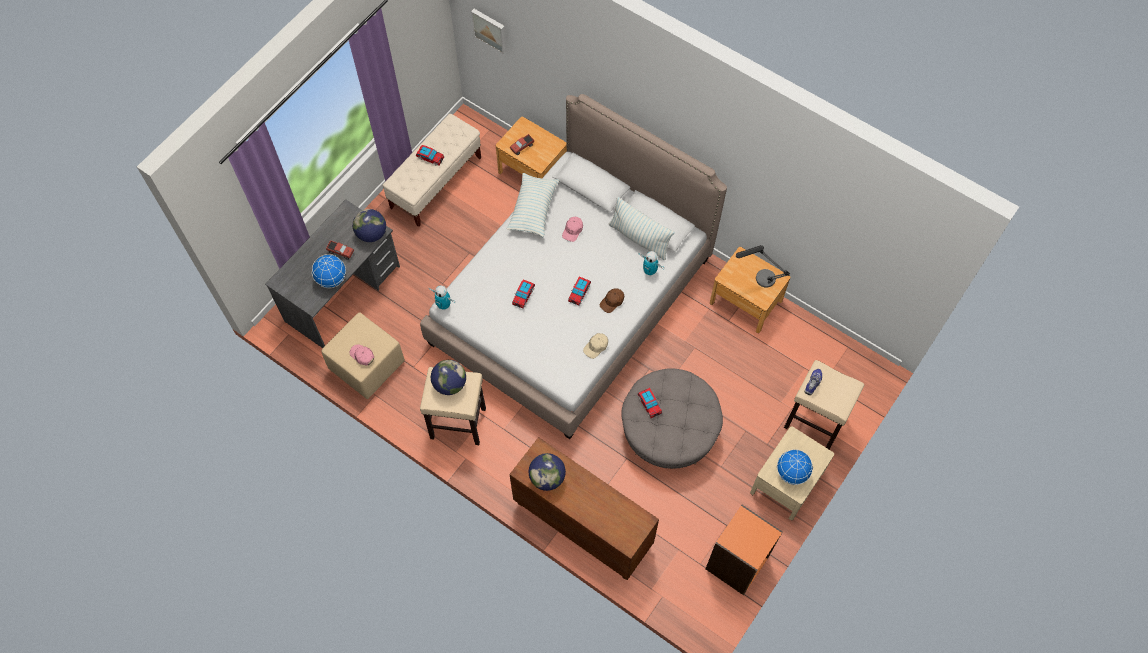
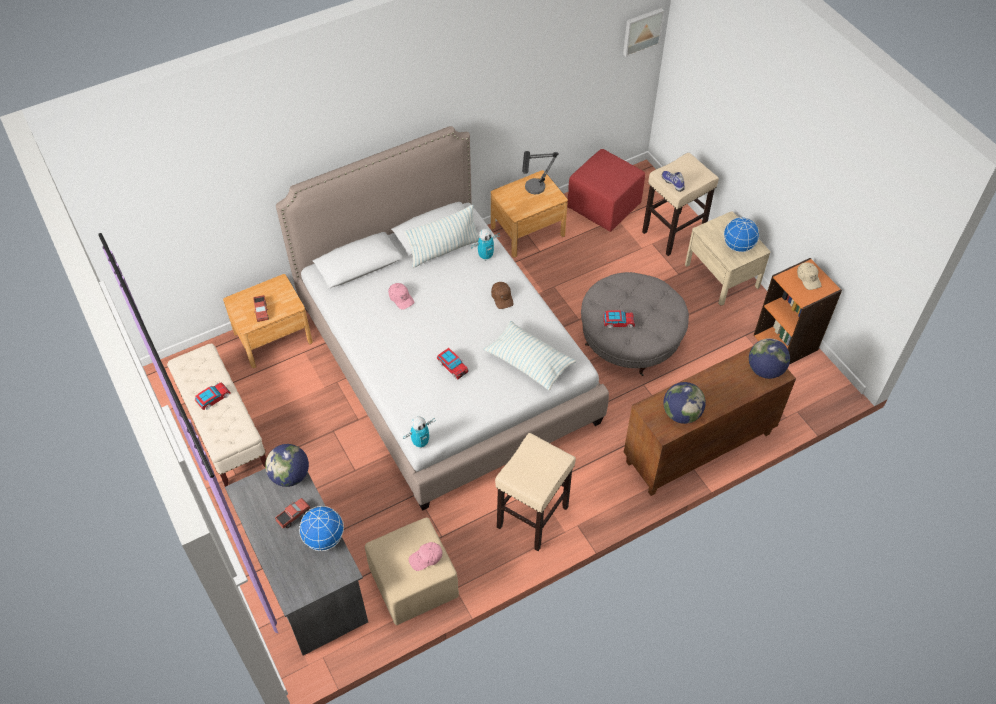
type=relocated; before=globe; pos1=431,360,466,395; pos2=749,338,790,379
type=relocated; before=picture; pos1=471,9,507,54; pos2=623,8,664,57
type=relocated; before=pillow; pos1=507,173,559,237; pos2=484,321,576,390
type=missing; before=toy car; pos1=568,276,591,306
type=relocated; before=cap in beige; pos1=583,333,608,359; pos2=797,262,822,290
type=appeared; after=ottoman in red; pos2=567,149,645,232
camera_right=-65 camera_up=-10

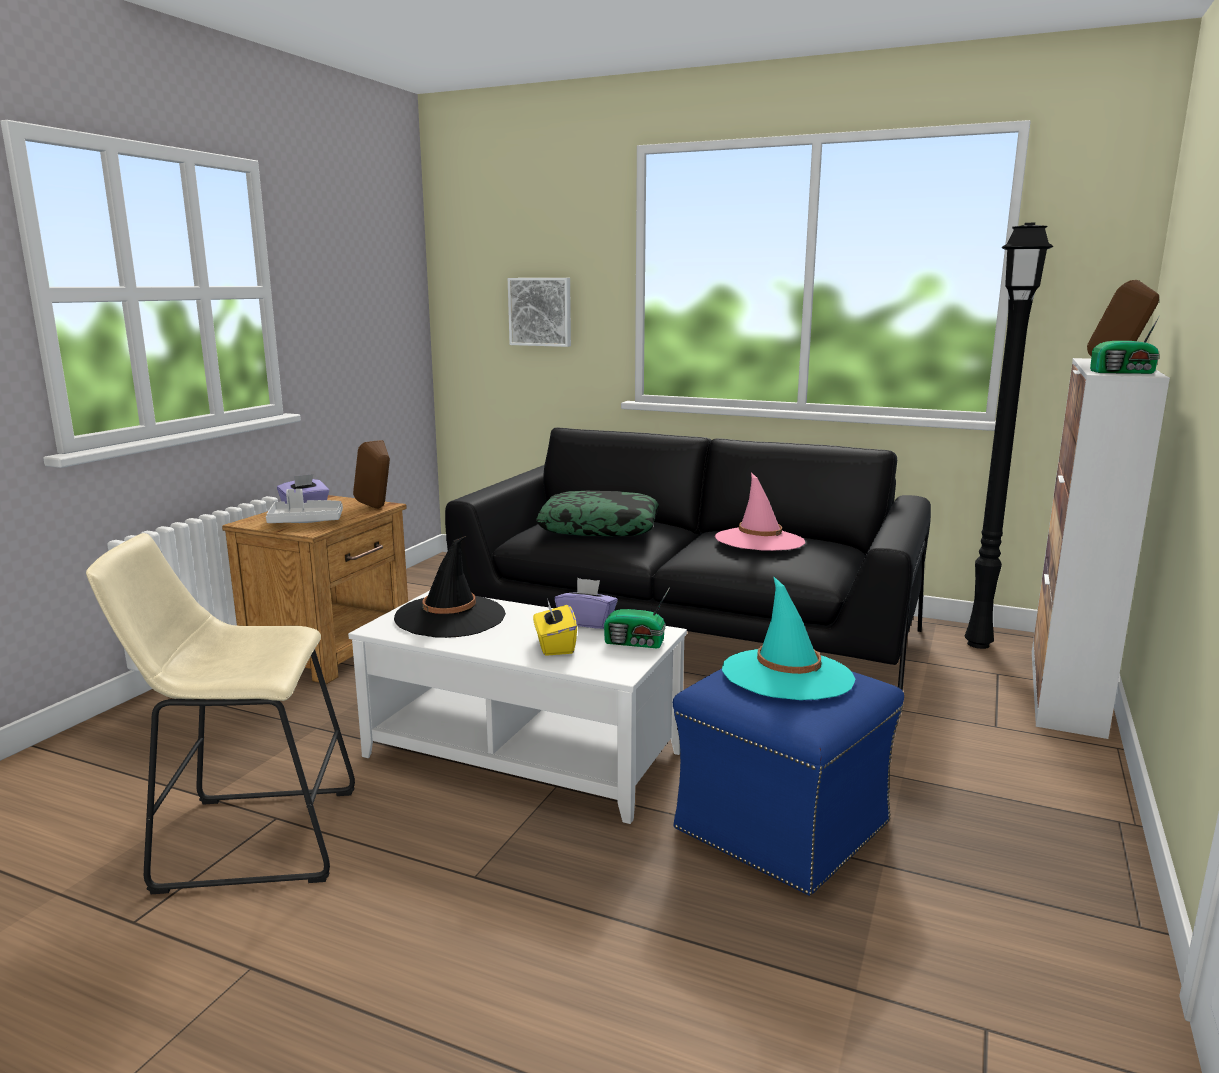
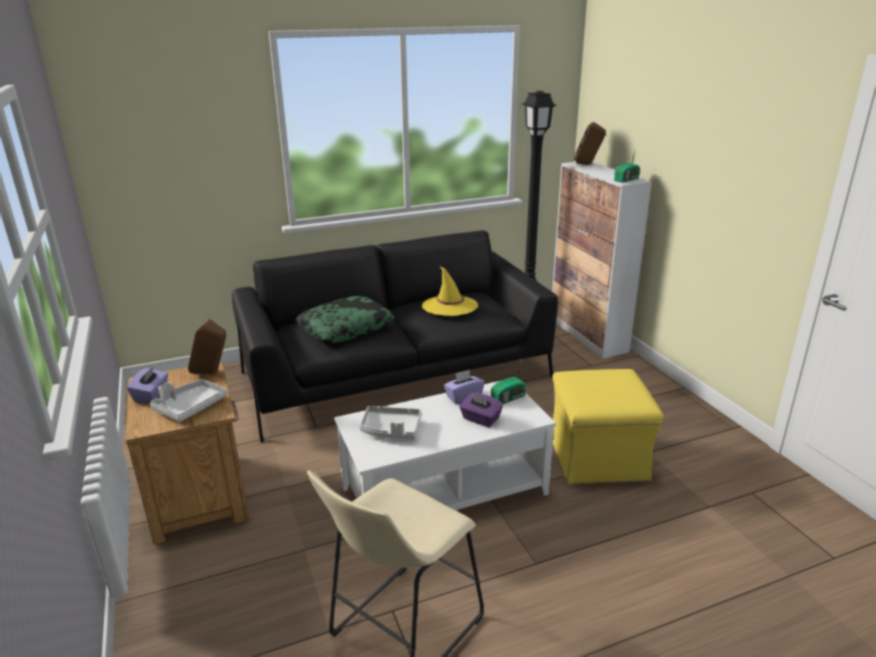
type=exchanged; before=hat in black; after=tray in grey; pos1=394,536,506,638; pos2=360,406,422,439
type=missing; before=picture; pos1=508,278,571,347
type=colour; before=tissue box in yellow; after=tissue box in purple; pos1=533,598,577,656; pos2=459,392,503,427
type=colour; before=ottoman in blue; after=ottoman in yellow; pos1=673,668,904,896; pos2=552,369,664,485
type=colour; before=hat in pink; after=hat in yellow; pos1=715,473,805,551; pos2=422,266,478,316
type=missing; before=hat in turquoise; pos1=722,576,855,700
camera_right=-45 camera_up=10

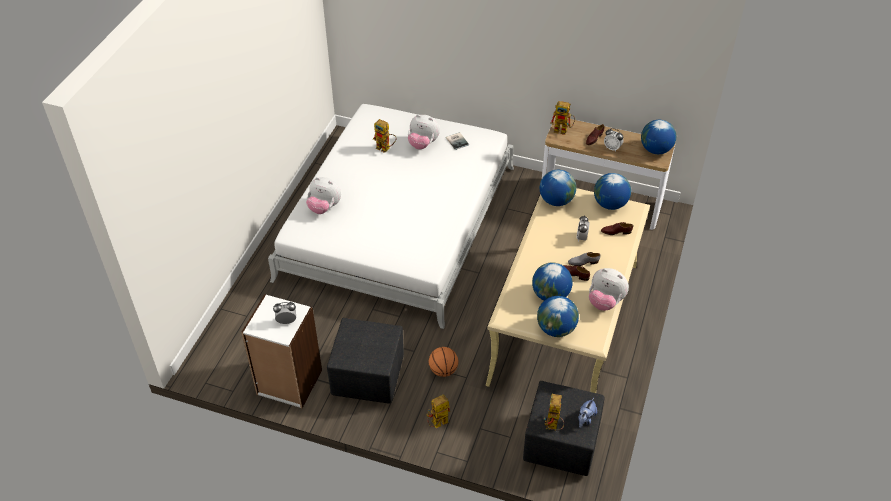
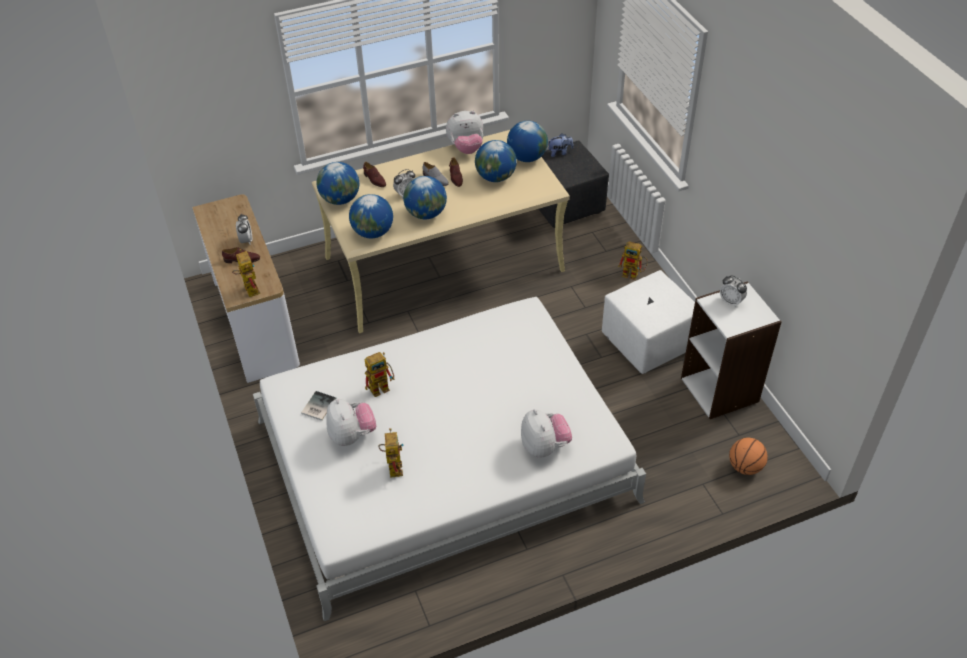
type=colour; before=ottoman in black; after=ottoman in white; pos1=327,318,404,404; pos2=602,270,695,374
type=relocated; before=basketball; pos1=429,347,459,377; pos2=729,438,768,475
type=relocated; before=toy robot; pos1=544,394,564,430; pos2=365,352,395,397
type=spun; before=plush toy; pos1=589,268,629,311; pos2=446,111,483,154; turn=90
type=relocated; before=globe; pos1=641,120,676,154; pos2=403,176,447,219
camera_right=-130 camera_up=0

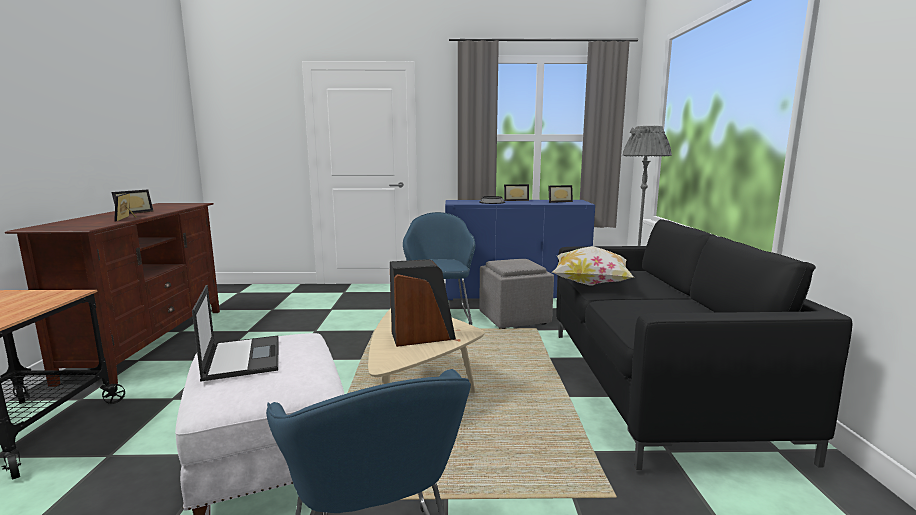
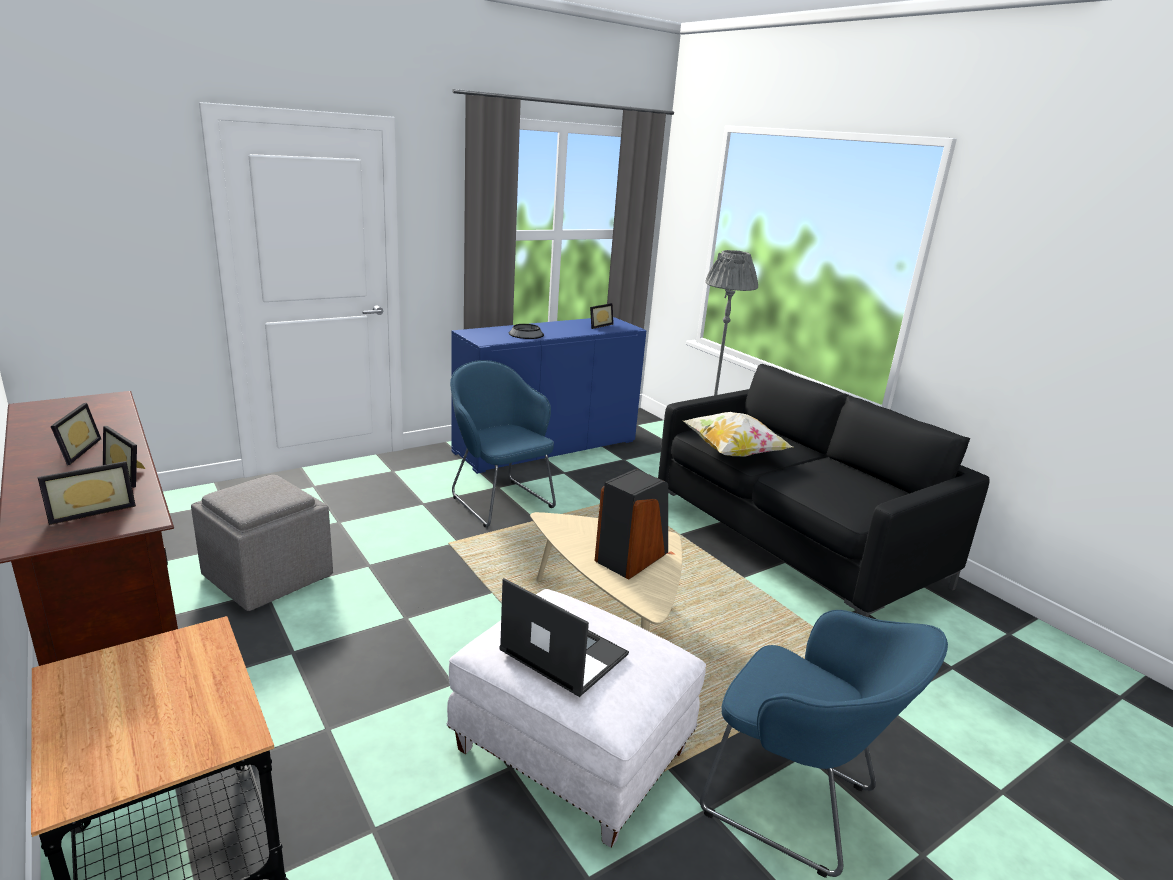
type=relocated; before=ottoman in grey; pos1=479,259,554,329; pos2=191,475,333,611
type=relocated; before=picture frame; pos1=504,184,529,201; pos2=38,461,136,525
camera_right=-35 camera_up=10

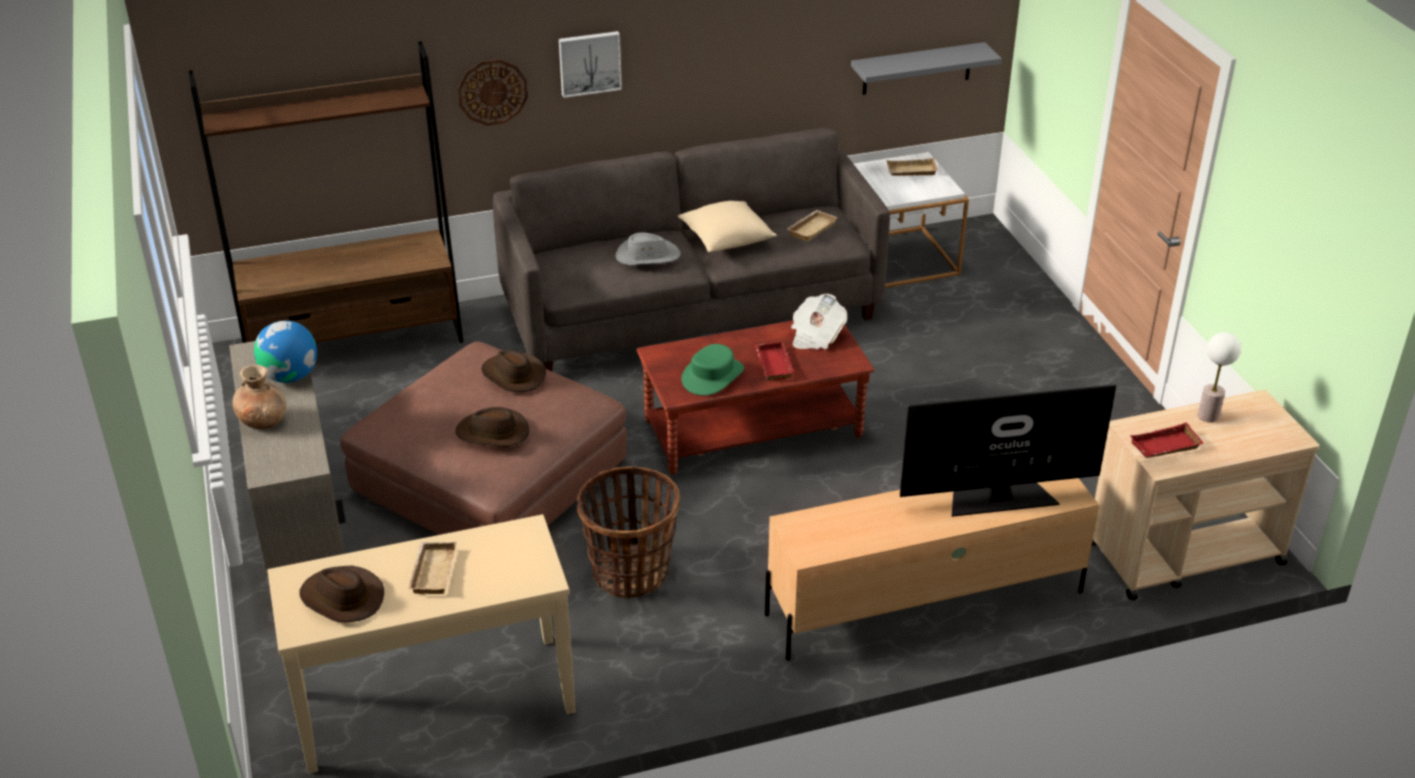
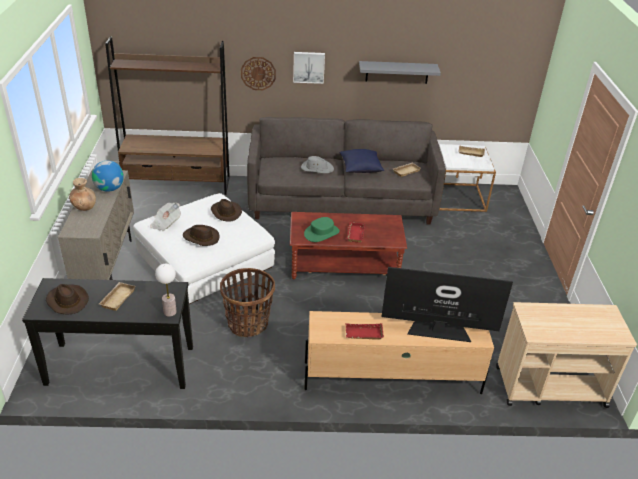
type=colour; before=console table in beige; after=console table in black; pos1=267,514,576,774; pos2=22,278,193,389
type=colour; before=ottoman in brown; after=ottoman in white; pos1=340,342,627,535; pos2=133,193,275,304
type=colour; before=pillow in beige; after=pillow in blue; pos1=677,201,777,252; pos2=339,149,384,173
type=relocated; before=newspaper; pos1=791,294,848,349; pos2=150,203,181,231
type=relocated; before=shelf in grey; pos1=851,42,1002,95; pos2=359,61,441,84
type=relocated; before=tray in red; pos1=1130,423,1204,458; pos2=345,323,384,340
type=relocated; before=table lamp; pos1=1198,332,1241,423; pos2=155,264,177,317
camera_right=15 camera_up=0

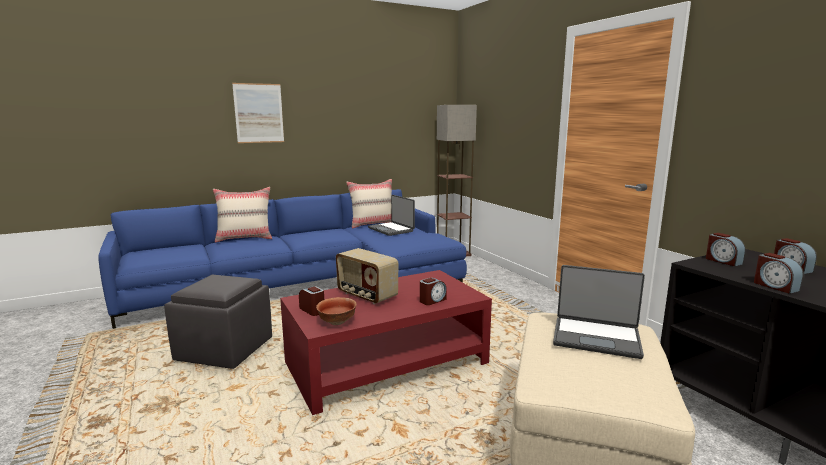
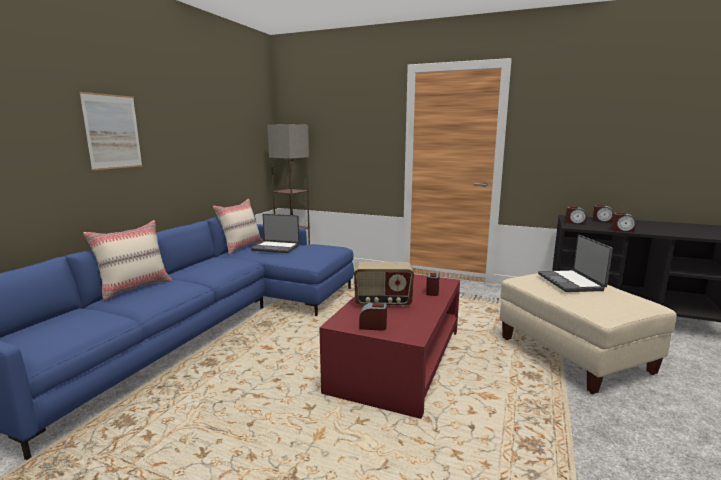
type=missing; before=ottoman in grey; pos1=164,275,272,369
type=missing; before=bowl; pos1=316,297,357,325
type=spun; before=laptop; pos1=553,265,645,359; pos2=538,235,613,292; turn=105
camera_right=-40 camera_up=0

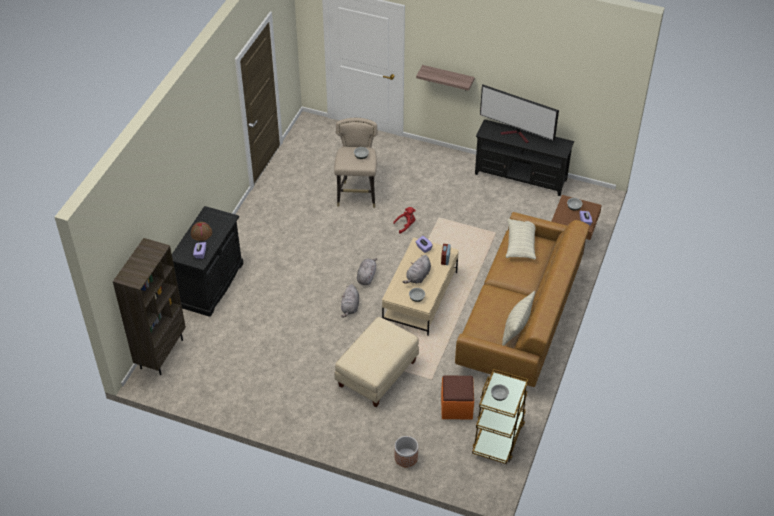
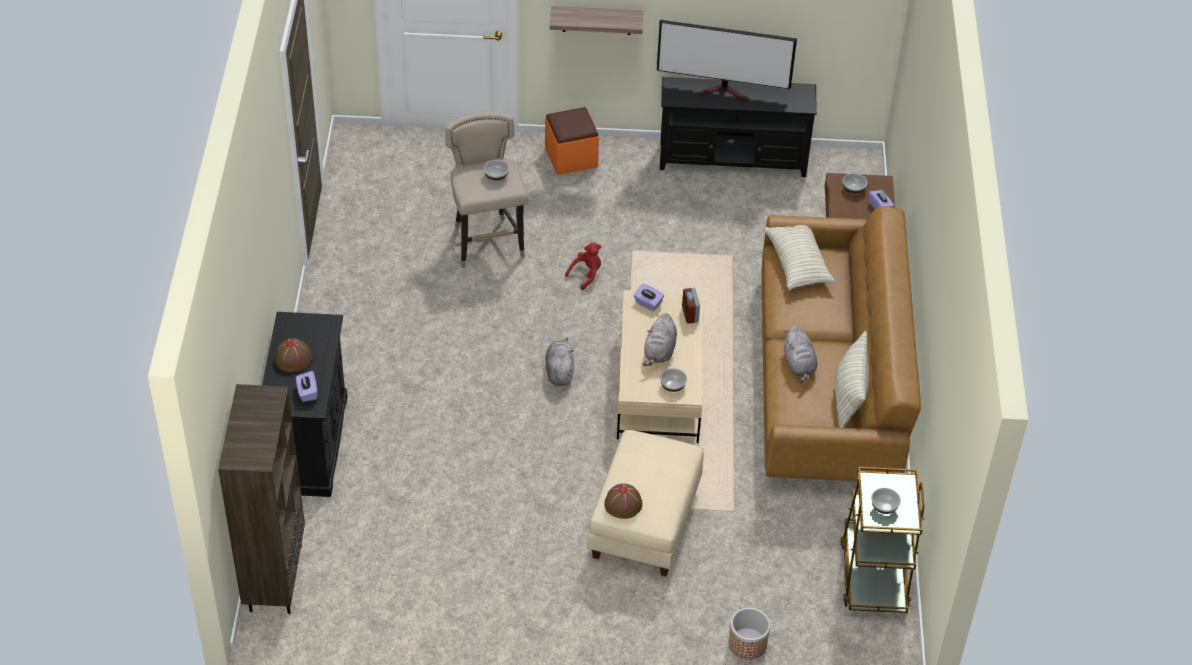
type=relocated; before=plush toy in grey; pos1=341,284,359,318; pos2=784,326,817,383
type=relocated; before=ottoman in orange; pos1=441,375,474,419; pos2=545,107,599,175
type=appeared; after=hat in brown; pos2=604,483,643,519
camera_right=-20 camera_up=0

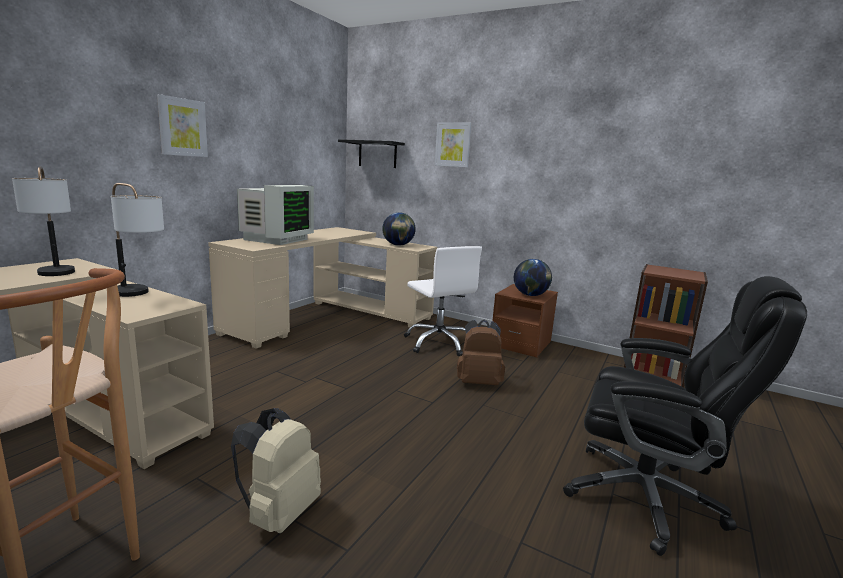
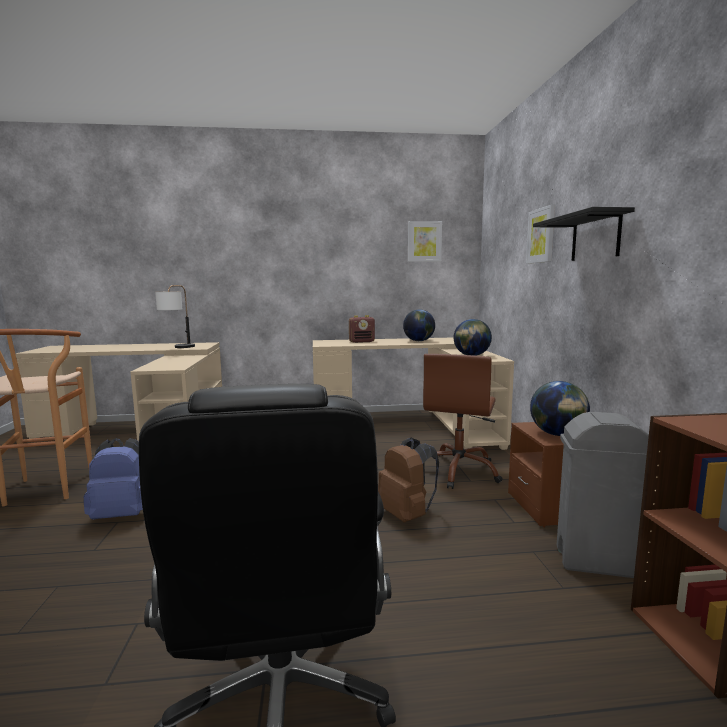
type=missing; before=table lamp; pos1=111,183,164,297
type=relocated; before=picture; pos1=157,94,208,157; pos2=408,221,442,262
type=colour; before=backpack in beige; after=backpack in blue; pos1=231,408,321,533; pos2=83,438,143,519
type=exchanged; before=monitor; after=radio; pos1=237,185,314,245; pos2=349,315,375,343
type=relocated; before=shelf in black; pos1=338,139,405,168; pos2=533,207,635,261
type=colour; before=office chair in white; after=office chair in brown; pos1=404,246,482,356; pos2=423,354,503,489
type=appeared; after=globe; pos2=403,309,435,341
type=appeared; after=trash can in grey; pos2=557,412,649,578
camera_right=55 camera_up=-5

